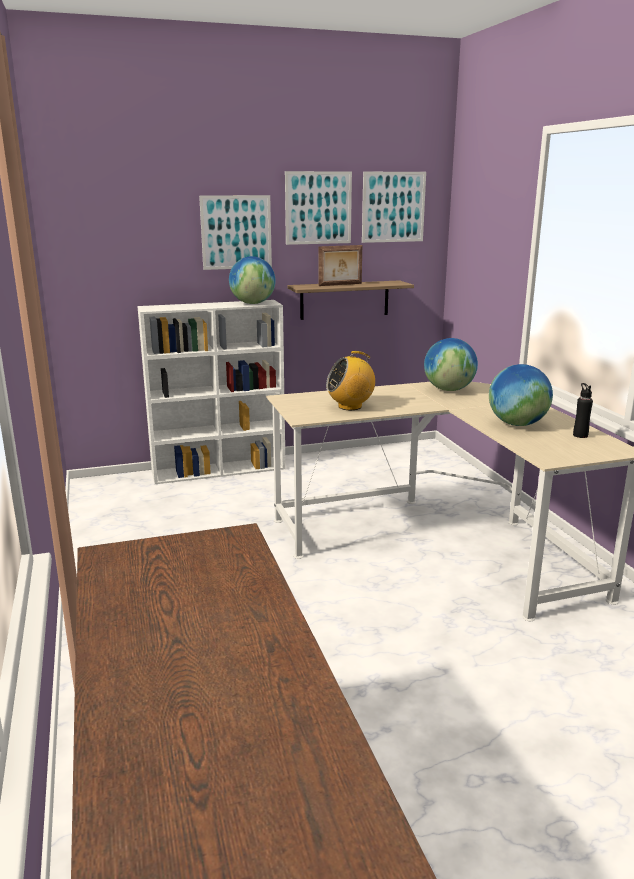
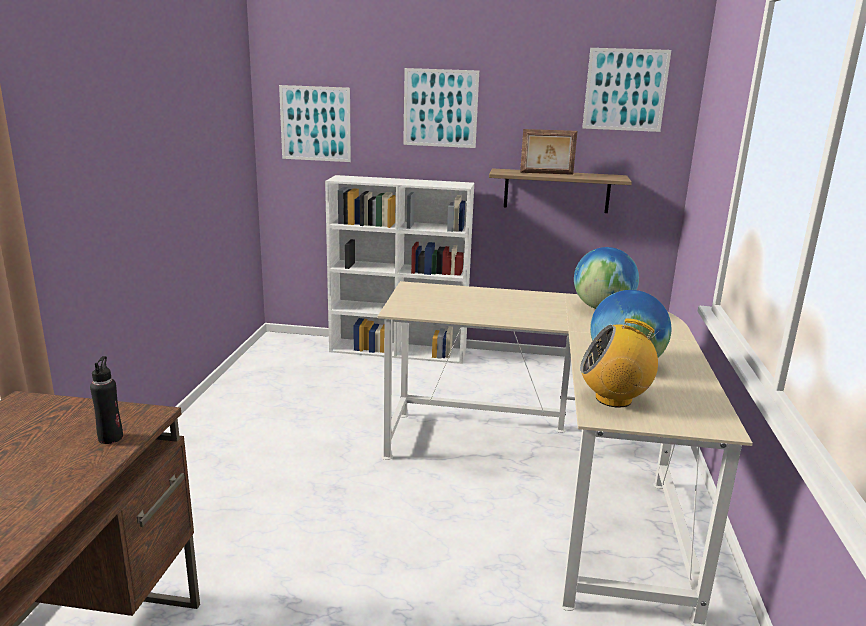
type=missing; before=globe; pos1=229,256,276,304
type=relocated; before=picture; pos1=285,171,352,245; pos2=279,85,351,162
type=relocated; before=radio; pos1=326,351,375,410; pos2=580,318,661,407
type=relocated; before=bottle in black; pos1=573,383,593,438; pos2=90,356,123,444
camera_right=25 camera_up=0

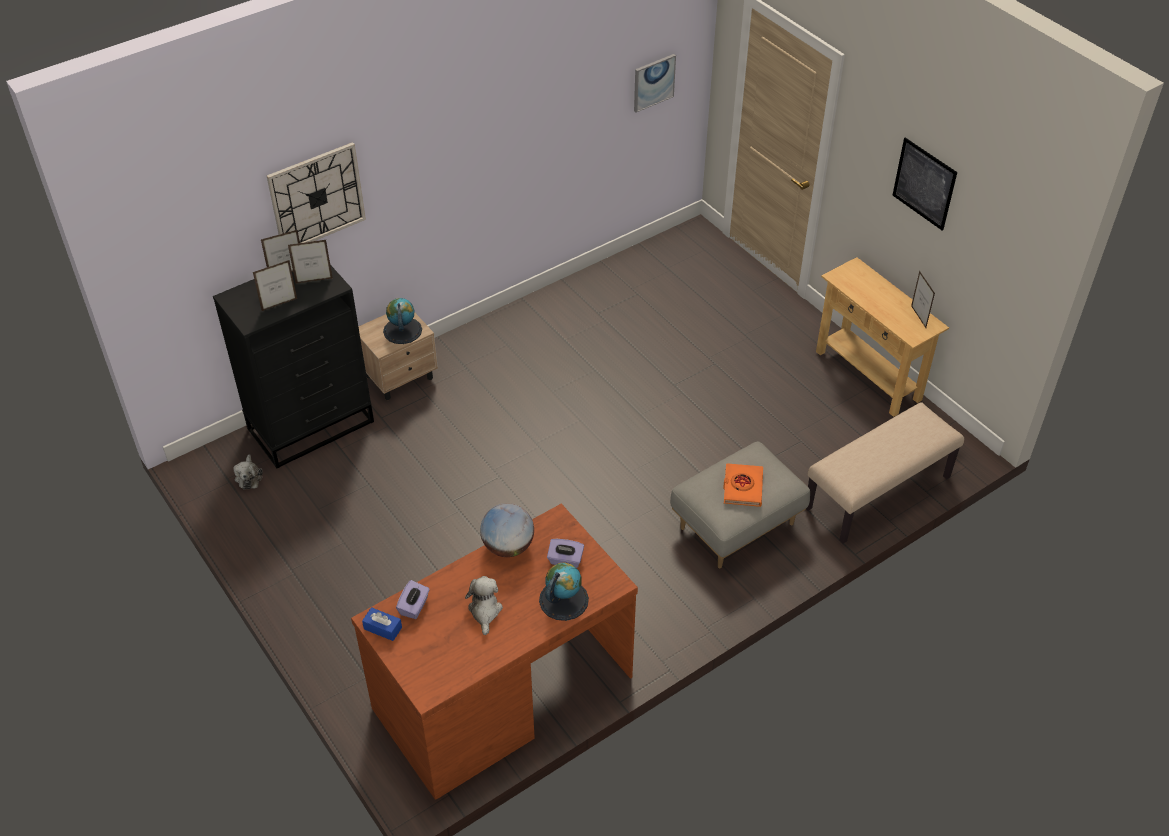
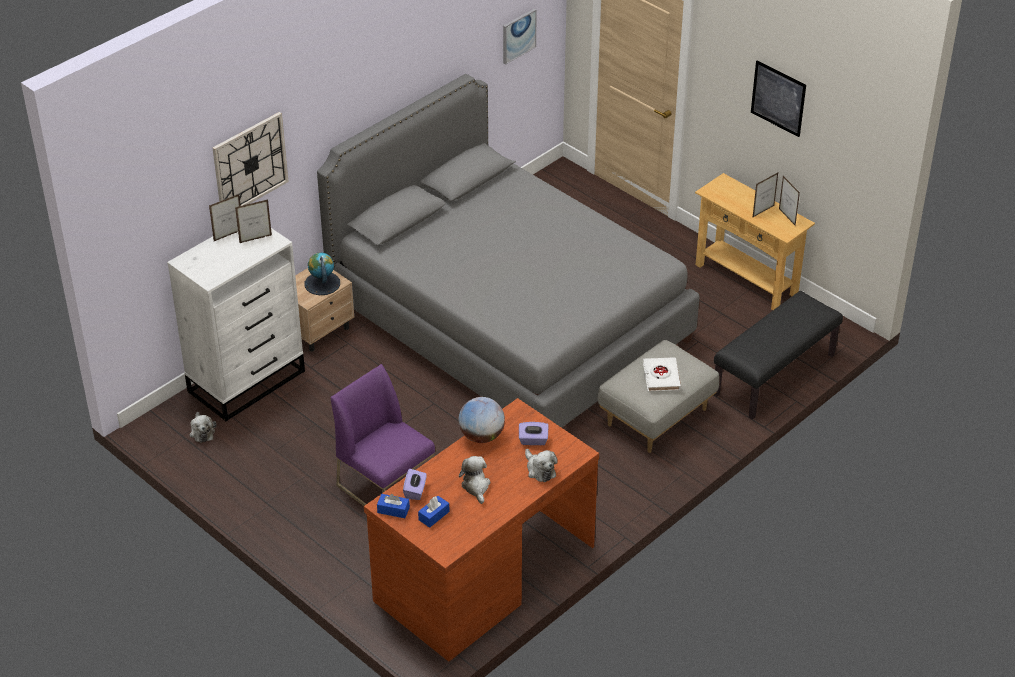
type=colour; before=dresser in black; after=dresser in white; pos1=213,265,374,468; pos2=167,228,305,421
type=relocated; before=picture frame; pos1=253,260,297,311; pos2=753,173,778,217
type=exchanged; before=globe; after=plush toy; pos1=539,562,589,621; pos2=525,449,558,482
type=colour; before=book in orange; after=book in white; pos1=723,463,763,507; pos2=643,357,681,392
type=colour; before=bench in beige; after=bench in black; pos1=806,402,964,544; pos2=714,291,843,420
type=appeared; after=bed in grey; pos2=317,74,700,428
type=appeared; after=chair in purple; pos2=331,364,435,506
type=appeared; after=tissue box in blue; pos2=418,496,450,528
camera_right=-10 camera_up=-5

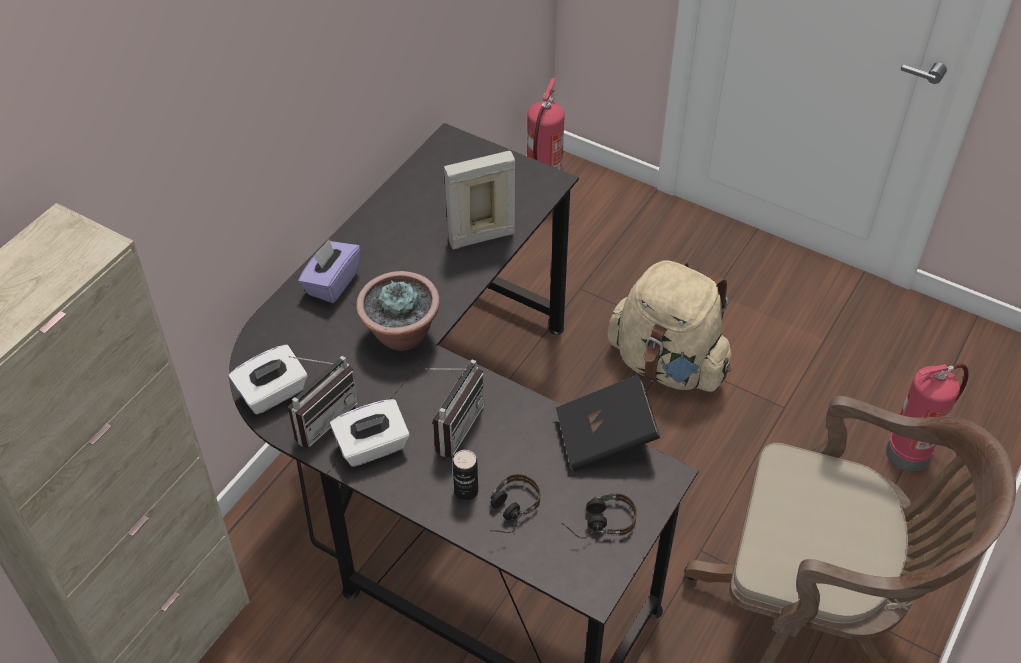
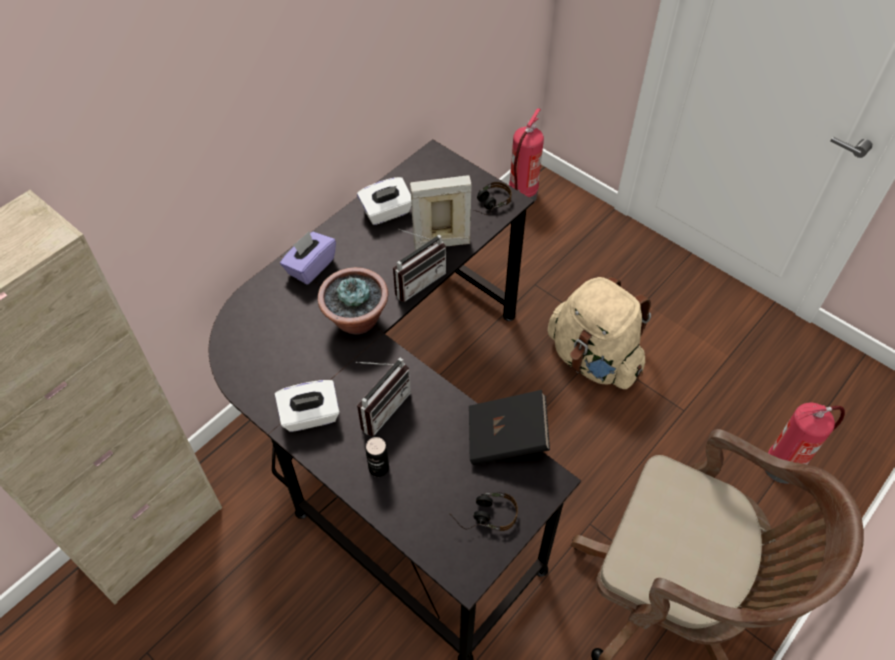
type=relocated; before=tissue box in white; pos1=229,345,307,415; pos2=357,177,411,225
type=relocated; before=radio; pos1=288,356,358,448; pos2=393,229,446,302
type=relocated; before=headphones; pos1=490,474,541,533; pos2=473,182,512,215
camera_right=10 camera_up=5

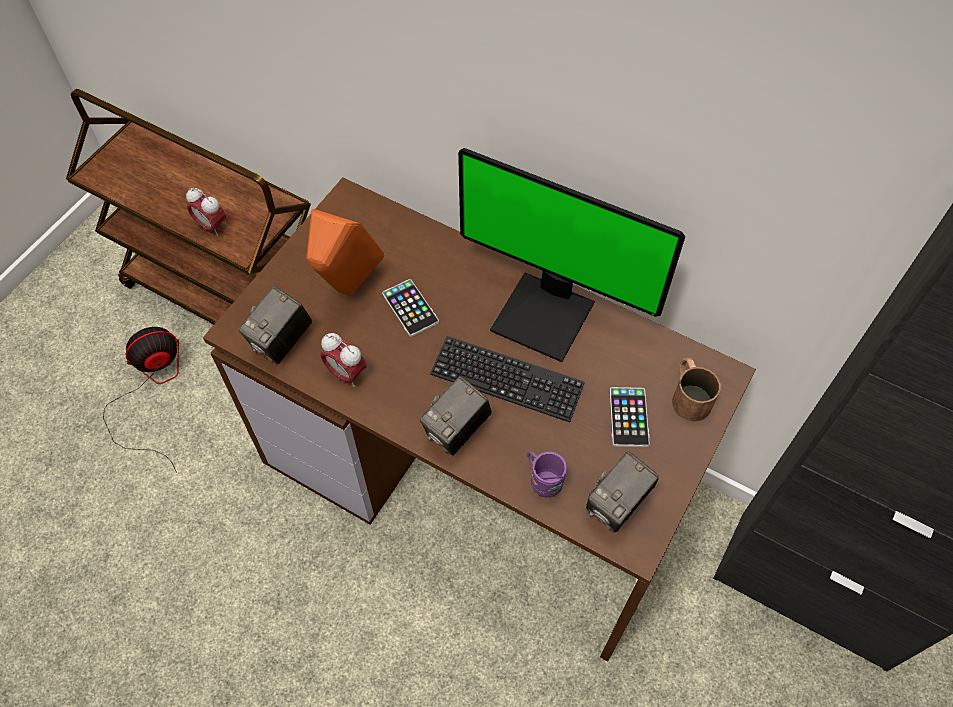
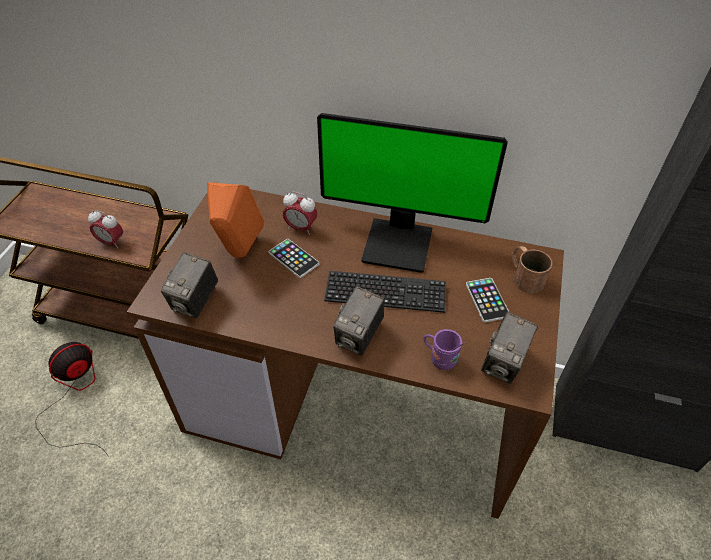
type=relocated; before=alarm clock; pos1=321,333,367,387; pos2=283,191,317,235
camera_right=-15 camera_up=-10

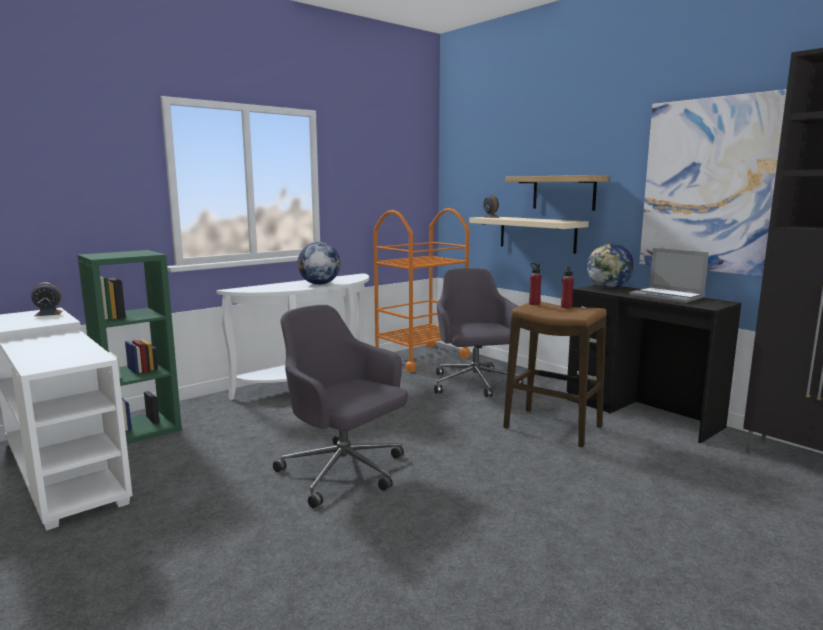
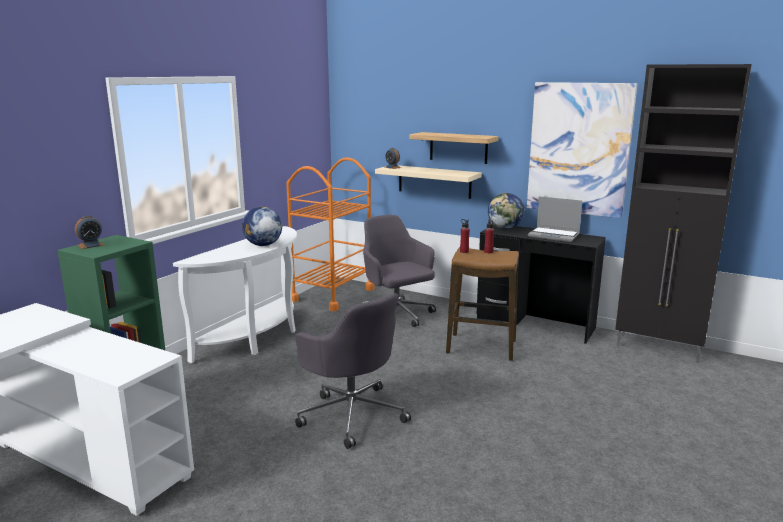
type=relocated; before=alarm clock; pos1=31,283,62,316; pos2=75,216,104,249
type=spun; before=office chair in grey; pos1=273,305,408,508; pos2=295,293,411,449; turn=-150
camera_right=-20 camera_up=5

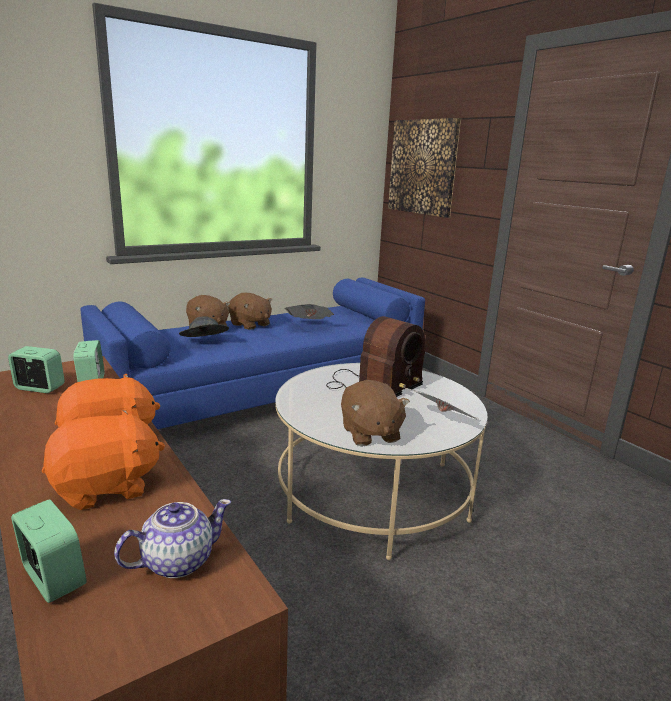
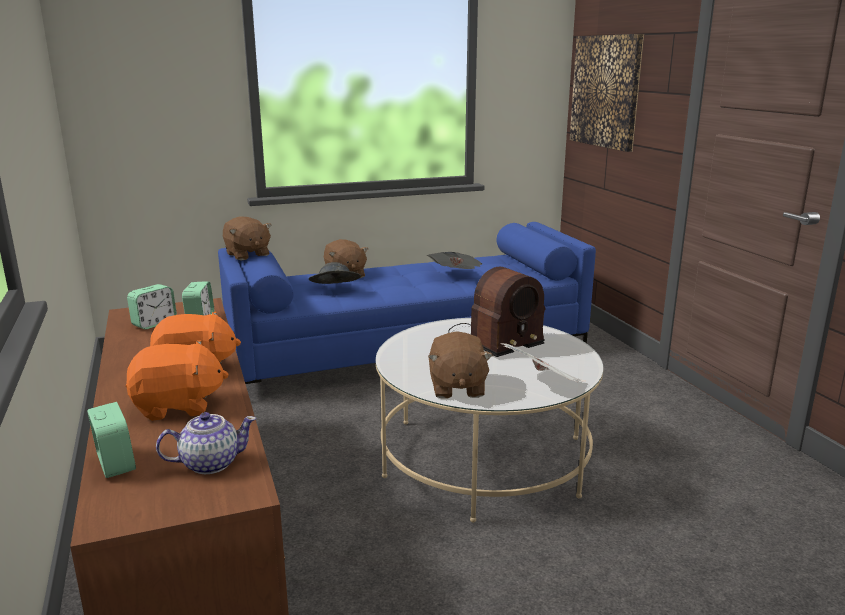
type=spun; before=alarm clock; pos1=8,346,65,393; pos2=127,284,177,329; turn=105
type=relocated; before=plush toy in brown; pos1=228,292,272,330; pos2=223,216,272,260
camera_right=15 camera_up=0

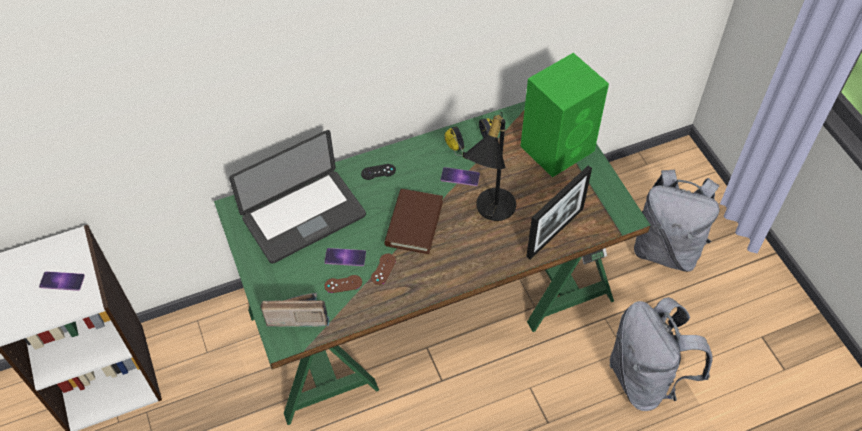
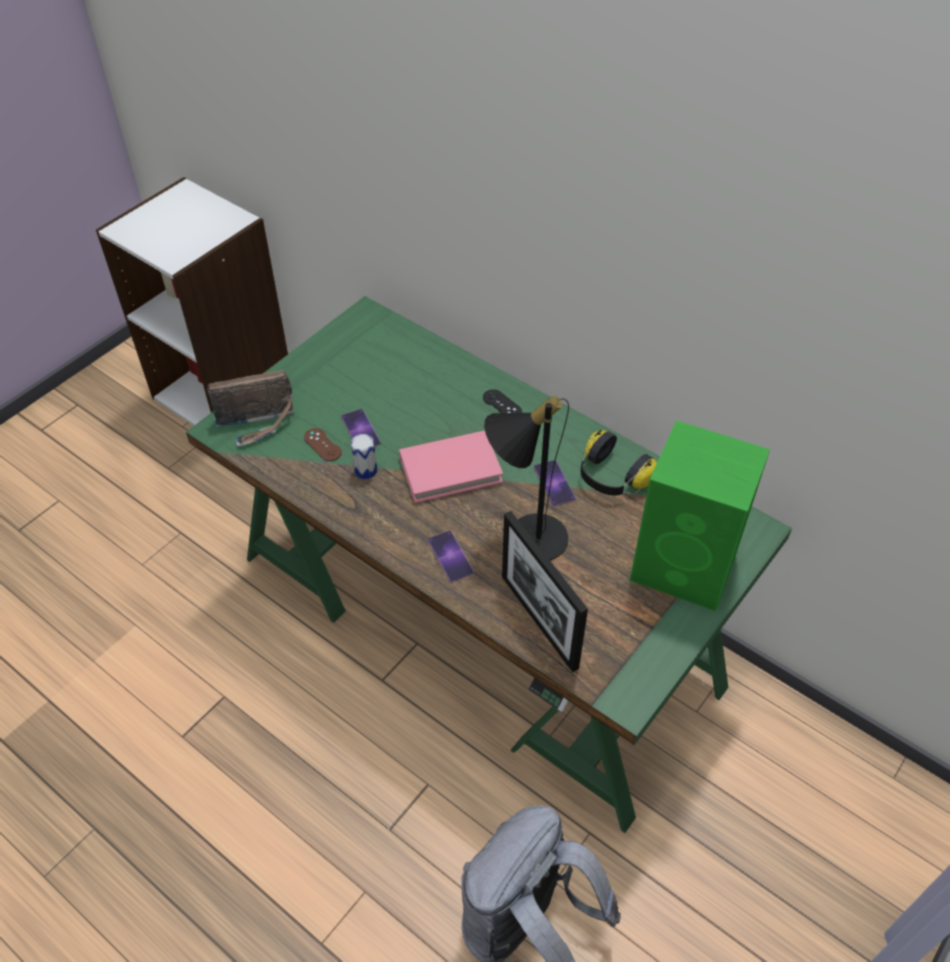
type=relocated; before=phone; pos1=39,271,85,291; pos2=428,531,474,582
type=missing; before=laptop; pos1=229,130,366,264
type=spun; before=radio; pos1=260,293,330,327; pos2=207,370,294,447; turn=105
type=exchanged; before=game controller in brown; after=can; pos1=371,253,396,285; pos2=351,434,377,479
type=colour; before=book in brown; after=book in pink; pos1=384,189,443,254; pos2=399,431,503,503
type=spun; before=picture frame; pos1=526,166,592,259; pos2=502,511,588,672; turn=45
type=missing; before=backpack in grey; pos1=634,170,720,272
camera_right=60 camera_up=-5

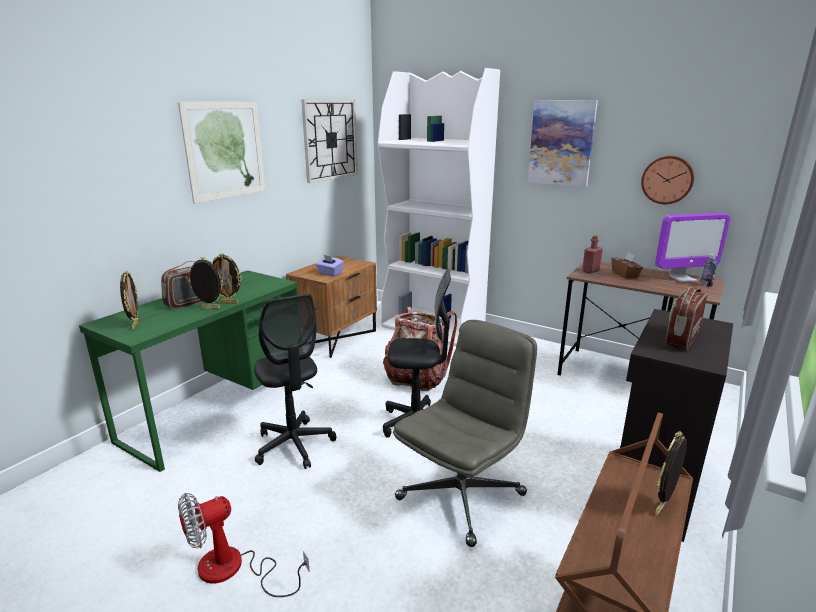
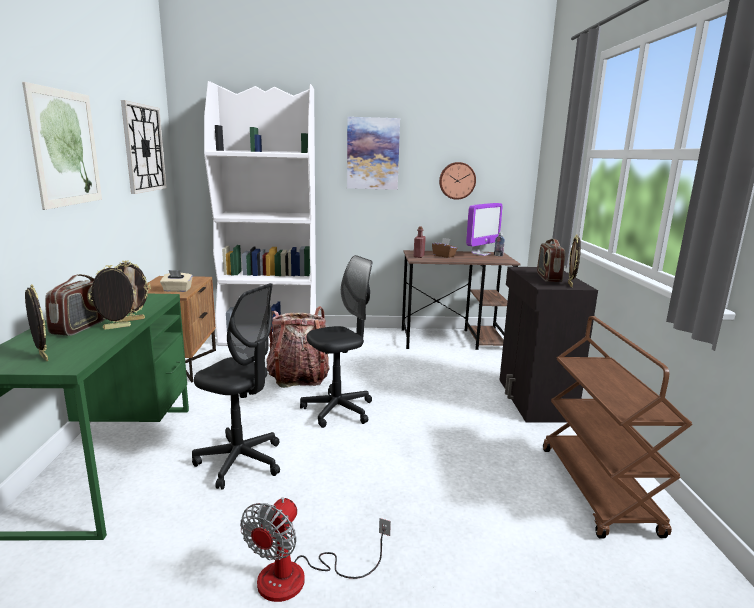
type=colour; before=tissue box in purple; after=tissue box in beige; pos1=316,255,344,276; pos2=160,270,193,292
type=missing; before=office chair in grey; pos1=393,320,537,547
type=relocated; before=picture frame; pos1=655,431,687,515; pos2=568,235,581,287
camera_right=-35 camera_up=-5

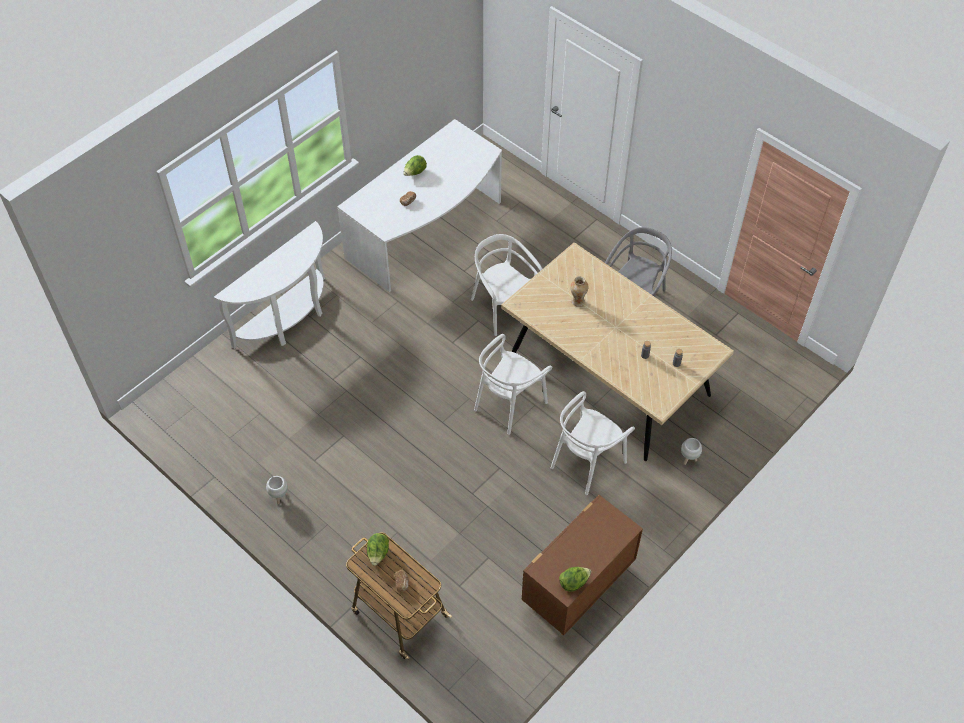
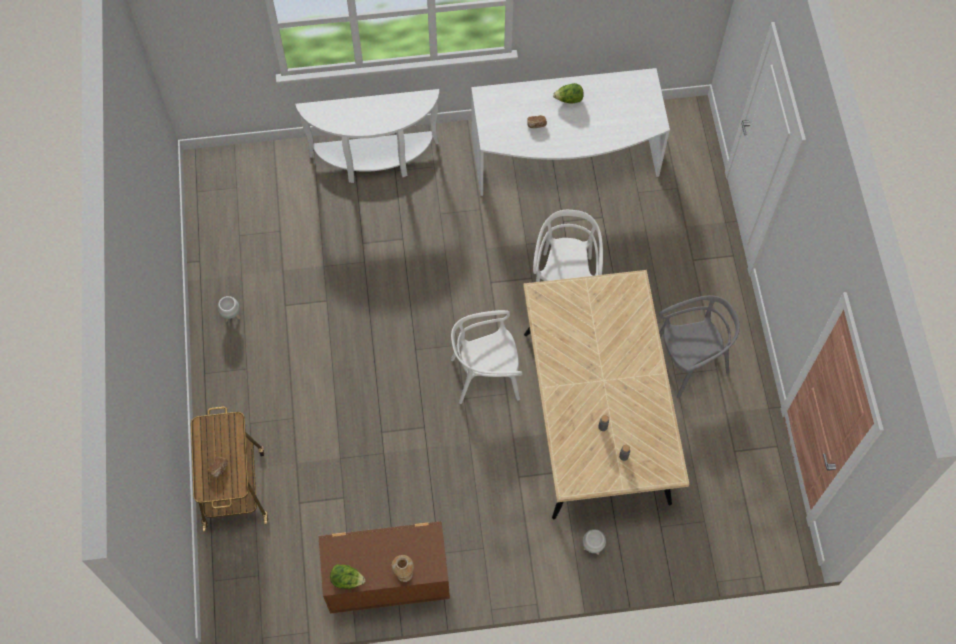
type=missing; before=lettuce; pos1=367,533,389,566
type=missing; before=chair in white; pos1=551,391,635,495
type=relocated; before=vase; pos1=570,276,588,307; pos2=391,555,414,582
camera_right=40 camera_up=10

